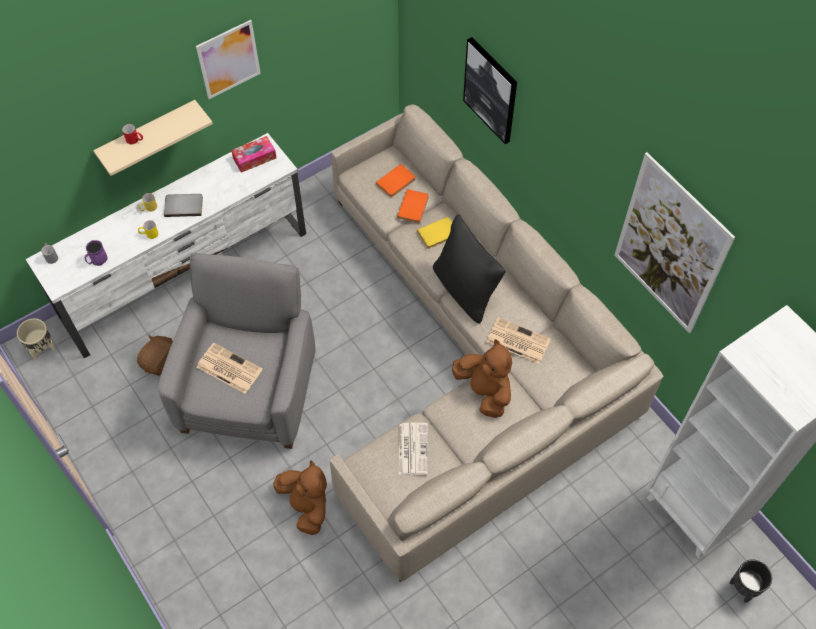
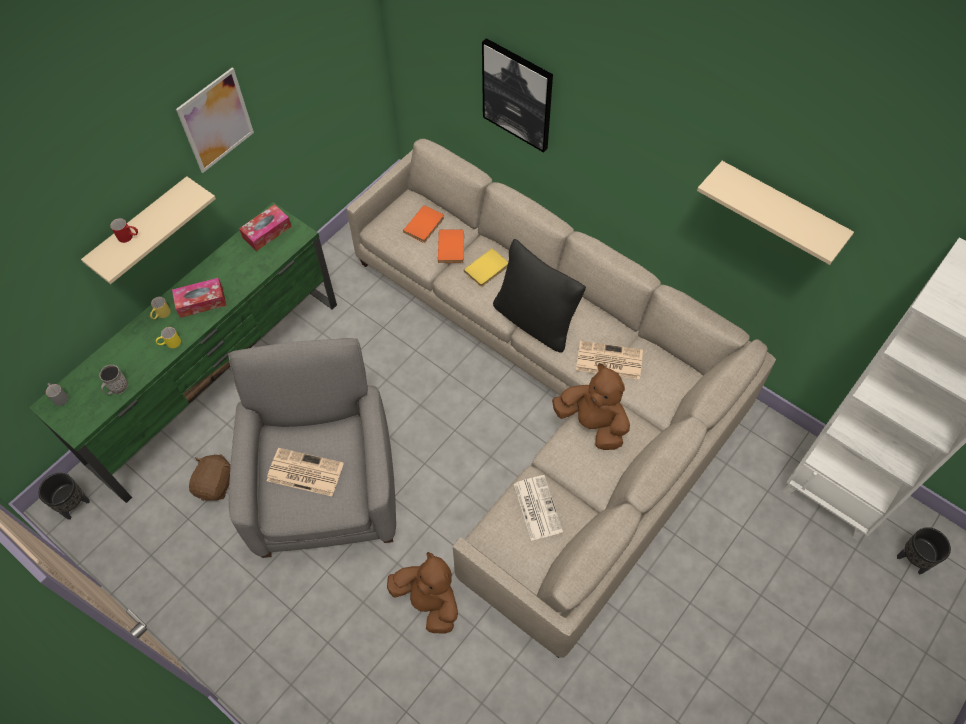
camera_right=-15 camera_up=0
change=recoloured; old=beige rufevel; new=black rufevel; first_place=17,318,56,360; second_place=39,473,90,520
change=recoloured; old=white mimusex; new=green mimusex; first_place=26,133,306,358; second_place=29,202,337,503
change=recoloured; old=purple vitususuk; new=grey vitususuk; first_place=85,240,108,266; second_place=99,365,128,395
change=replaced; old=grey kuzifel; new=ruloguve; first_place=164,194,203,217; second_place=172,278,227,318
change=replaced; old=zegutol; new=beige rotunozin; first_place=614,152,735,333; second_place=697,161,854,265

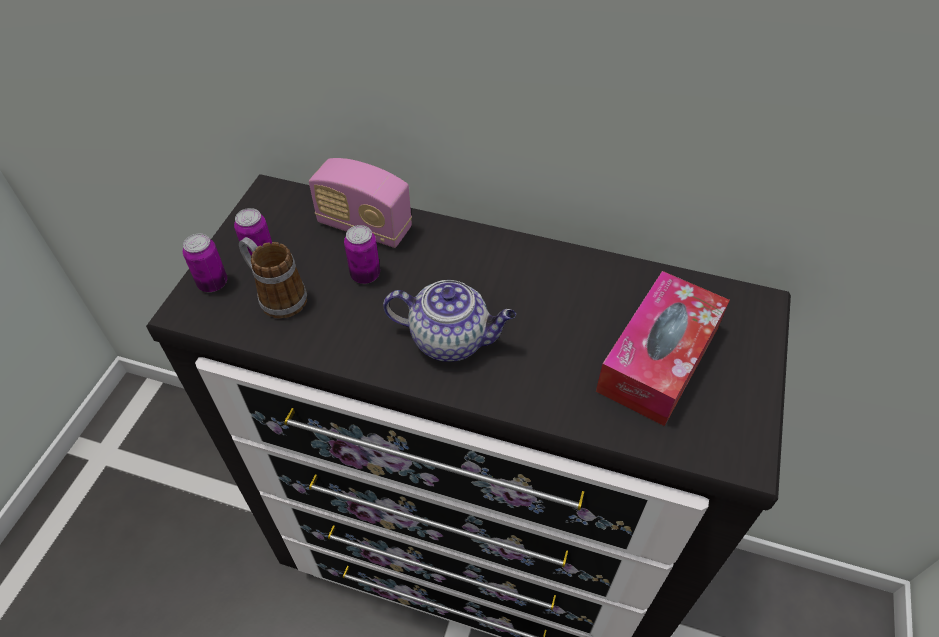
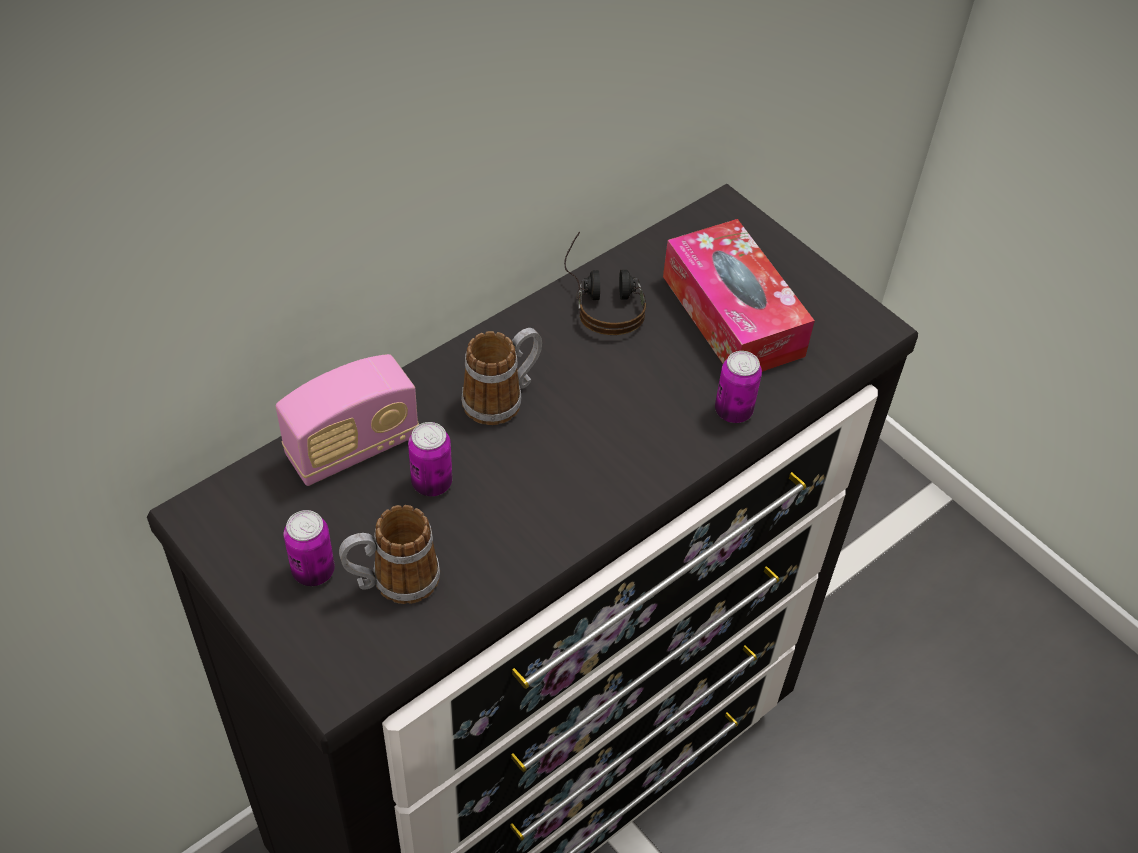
camera_right=-60 camera_up=0
change=moved; old=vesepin; first_place=183,234,227,292; second_place=715,351,762,423
change=removed; old=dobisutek; first_place=383,280,516,362
change=added; new=vitususuk; second_place=461,328,542,425
change=added; new=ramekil; second_place=564,232,646,335

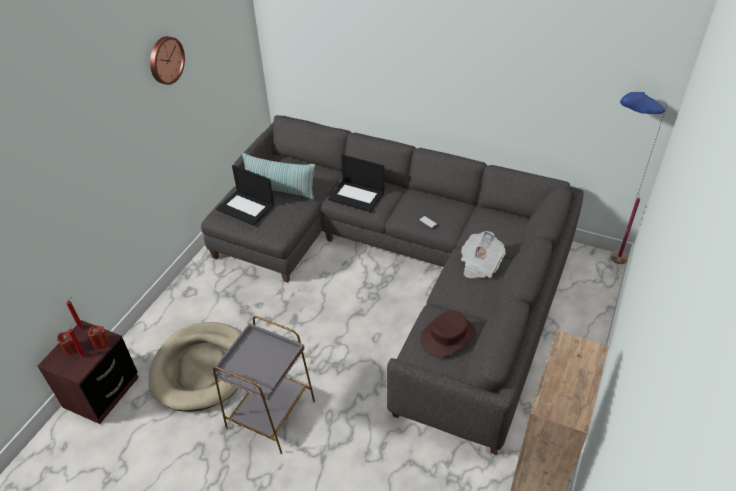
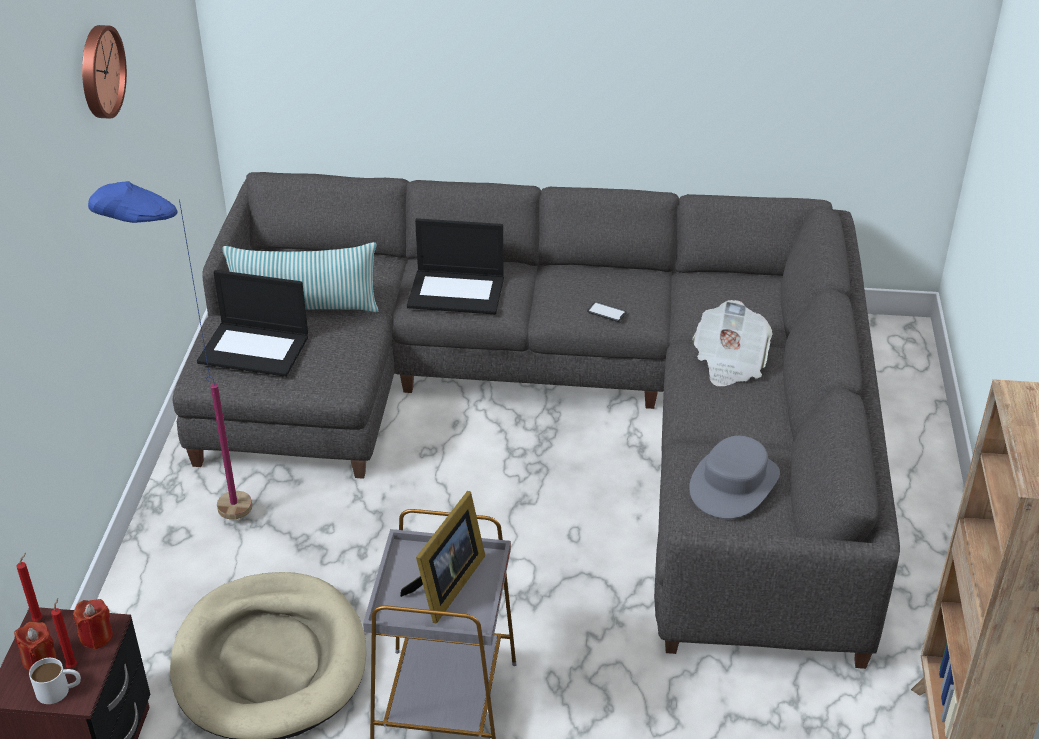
camera_right=-20 camera_up=-5
change=recoloured; old=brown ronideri; new=grey ronideri; first_place=420,311,476,357; second_place=689,436,780,519
change=moved; old=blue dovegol; first_place=611,92,667,264; second_place=88,181,252,520
change=added; new=white vitususuk; second_place=29,658,81,704
change=added; new=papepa; second_place=400,491,485,623

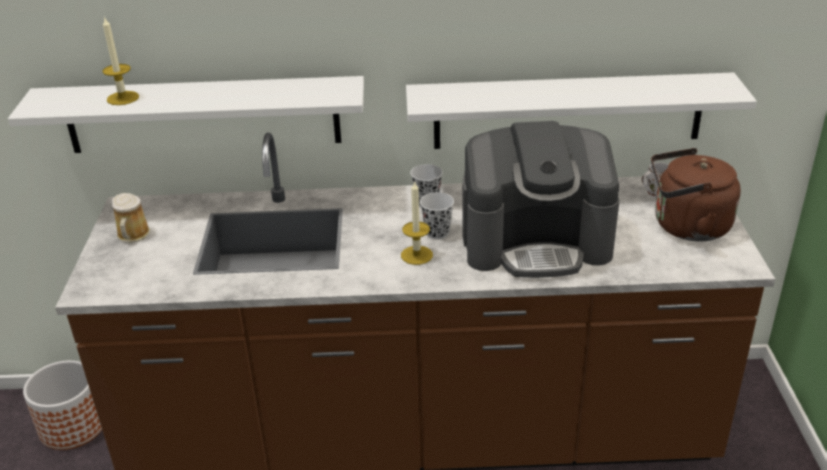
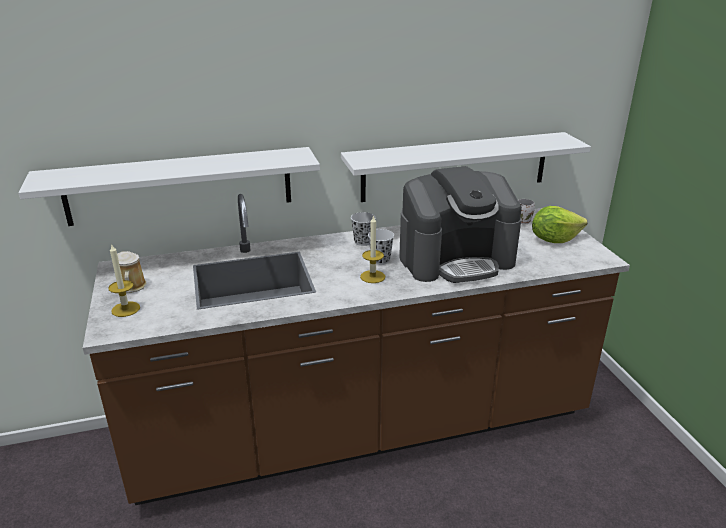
camera_right=-15 camera_up=-5
change=removed; old=rufevel; first_place=23,360,102,450
change=moved; old=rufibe; first_place=102,16,139,105; second_place=108,243,140,317
change=replaced; old=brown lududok; new=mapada; first_place=651,148,741,242; second_place=532,206,587,243

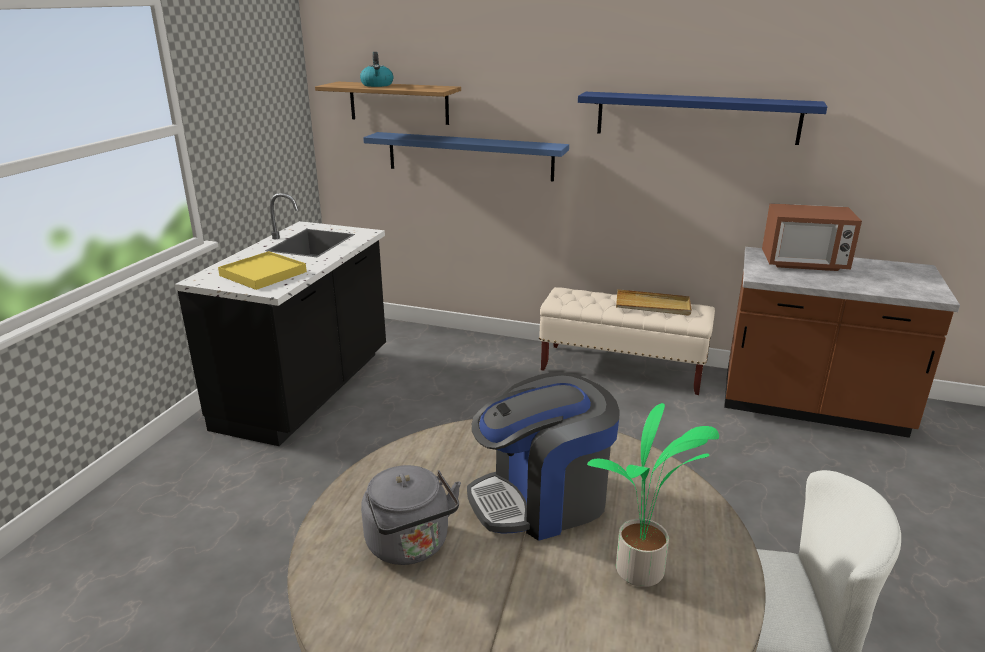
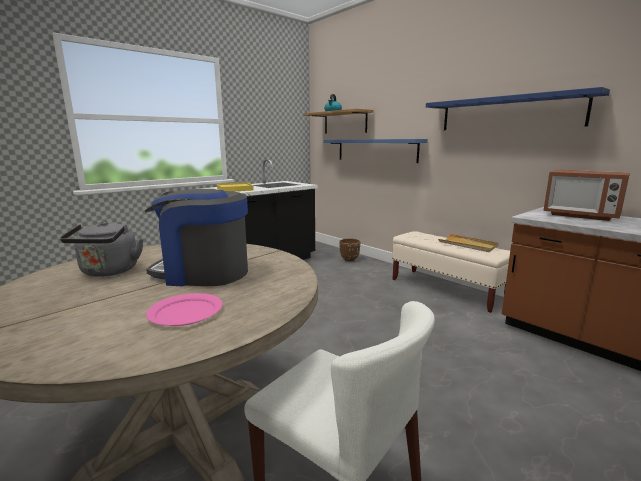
camera_right=30 camera_up=-10
change=replaced; old=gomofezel; new=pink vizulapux; first_place=587,403,719,587; second_place=146,293,223,326
change=added; new=brown rufevel; second_place=339,239,360,261

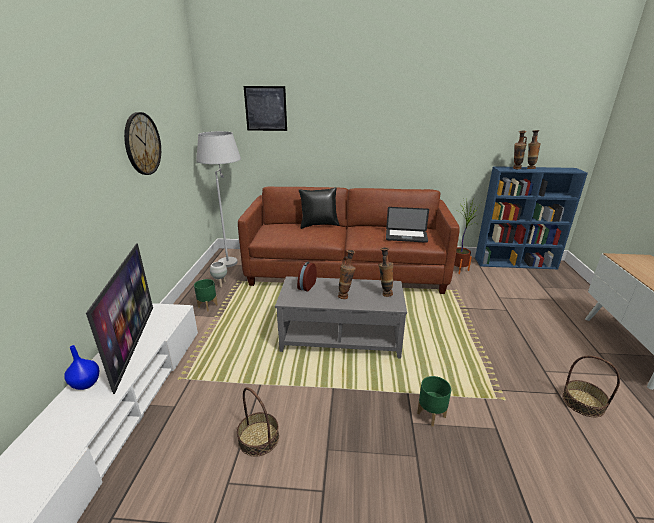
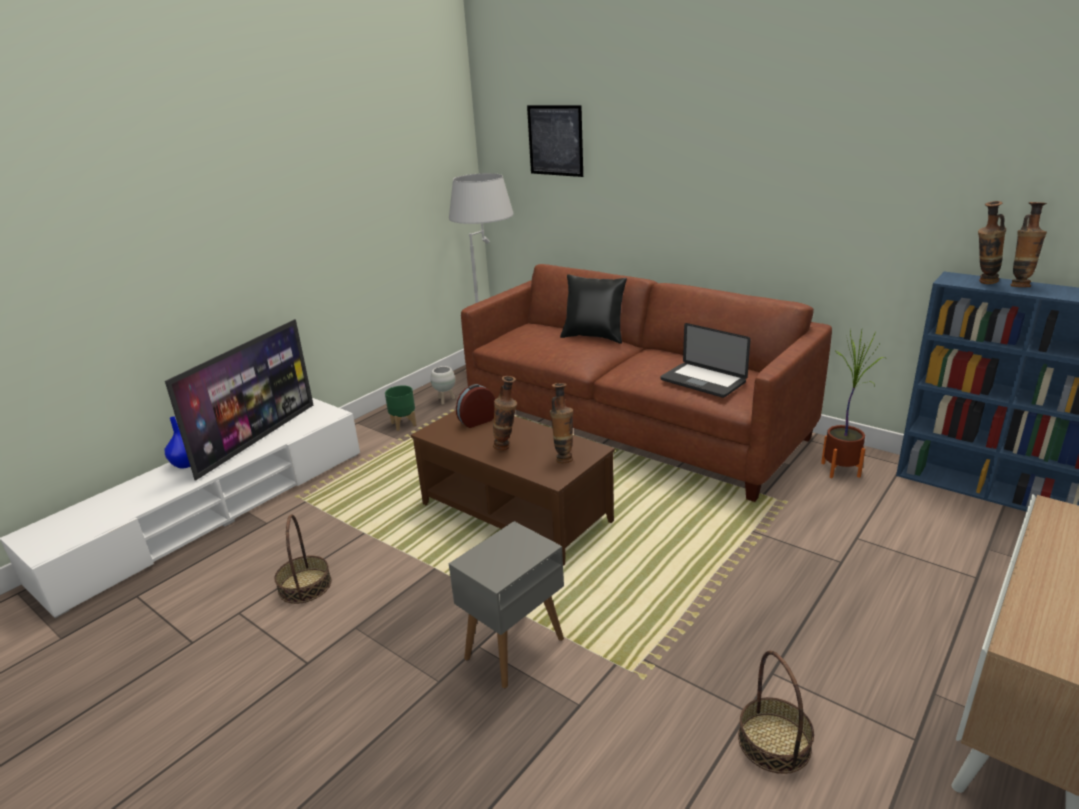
camera_right=35 camera_up=0
change=removed; old=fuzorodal; first_place=124,112,161,175
change=recoloured; old=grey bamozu; new=brown bamozu; first_place=275,276,407,359; second_place=411,410,615,566
change=replaced; old=green rufevel; new=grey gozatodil; first_place=417,376,451,427; second_place=449,521,564,688

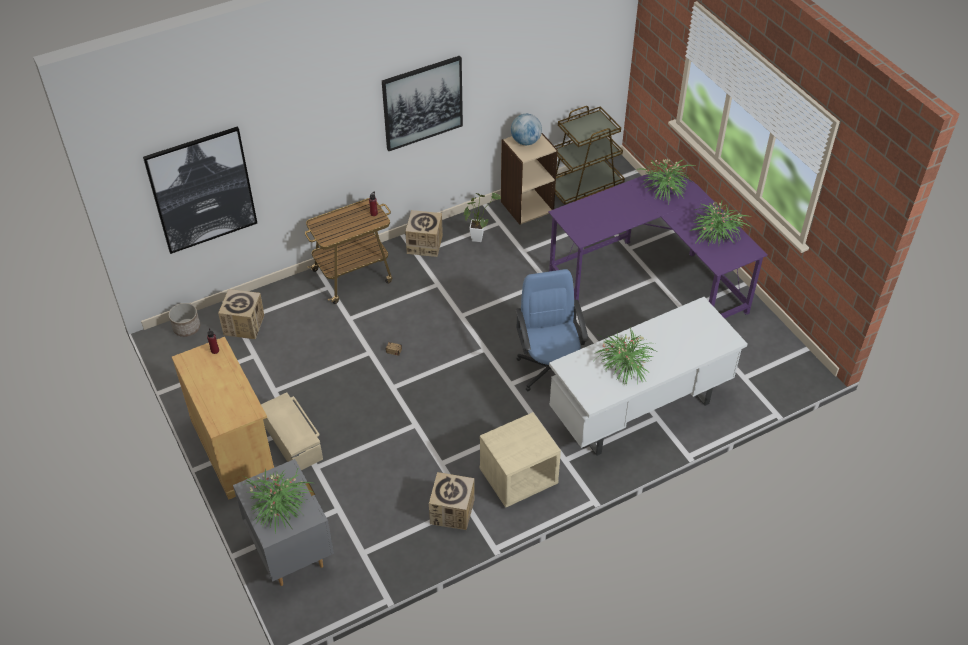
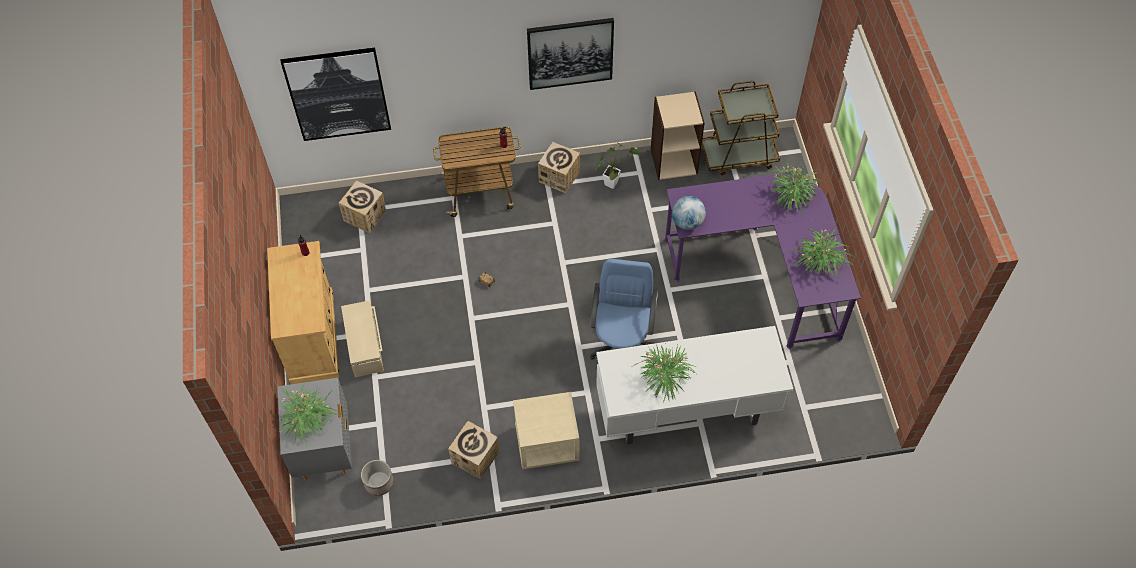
camera_right=20 camera_up=10
change=moved; old=rufevel; first_place=169,303,200,337; second_place=361,460,394,496
change=moved; old=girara; first_place=511,114,542,145; second_place=672,196,706,230

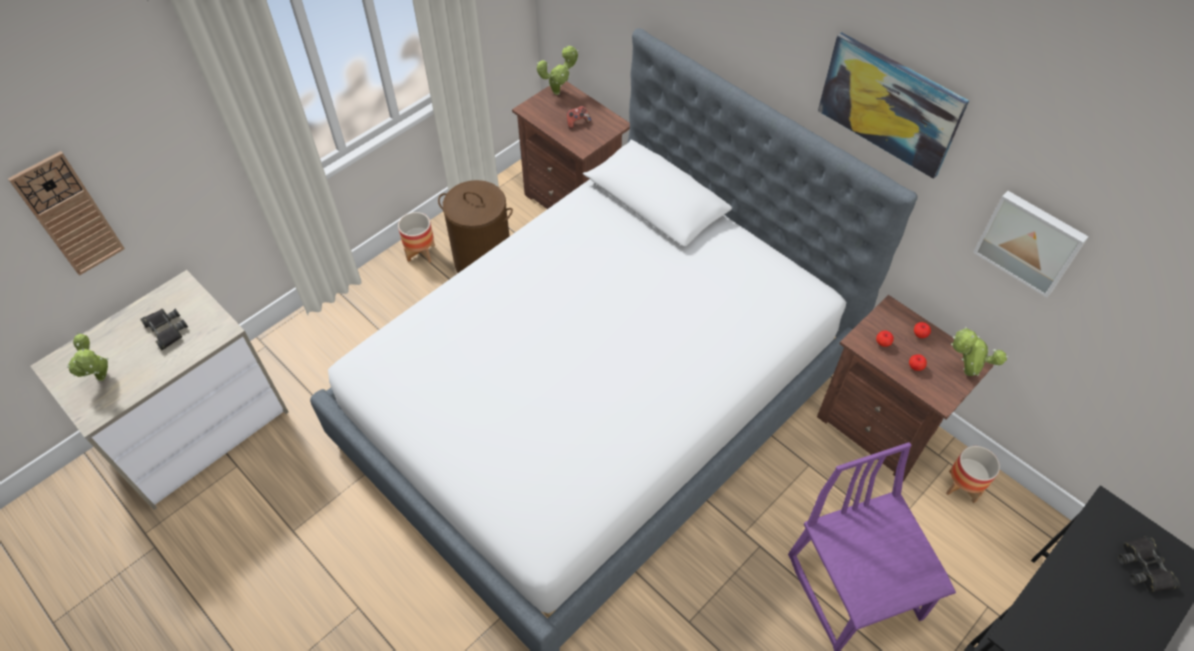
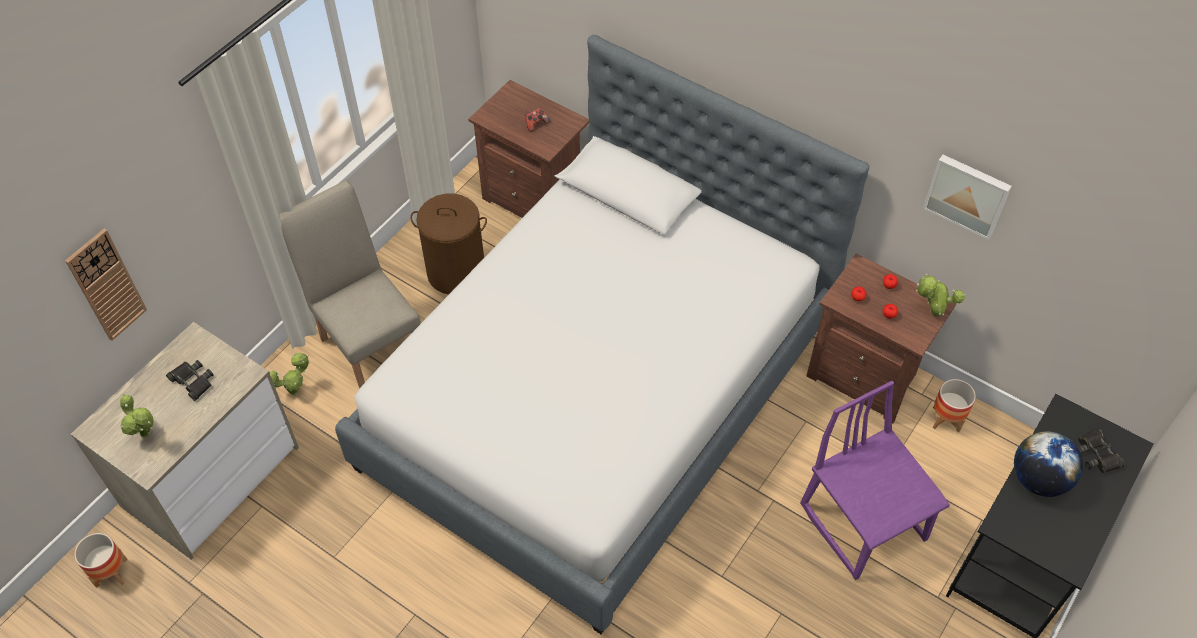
camera_right=-10 camera_up=0
change=moved; old=rufevel; first_place=398,212,435,263; second_place=74,533,128,588
change=moved; old=gomofezel; first_place=537,45,579,95; second_place=270,353,310,395
change=removed; old=zegutol; first_place=818,32,969,179
change=added; new=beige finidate; second_place=279,181,421,389
change=added; new=girara; second_place=1014,431,1083,497

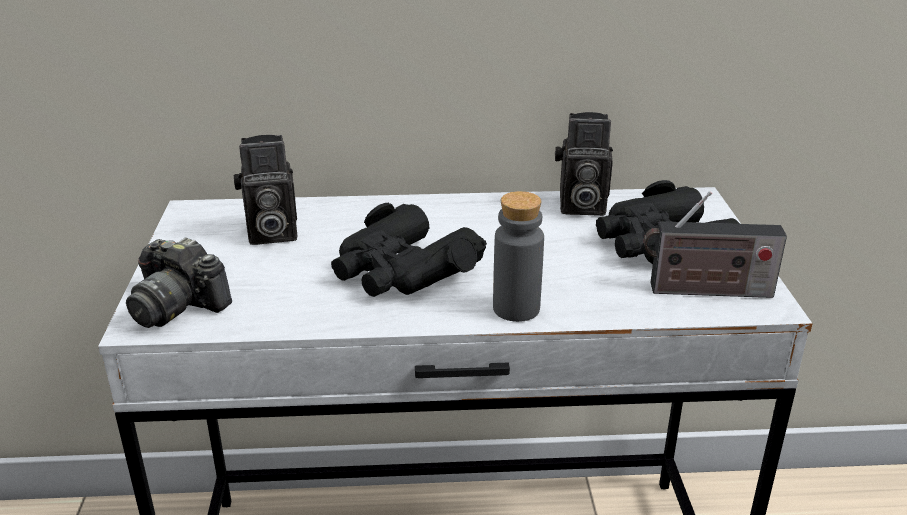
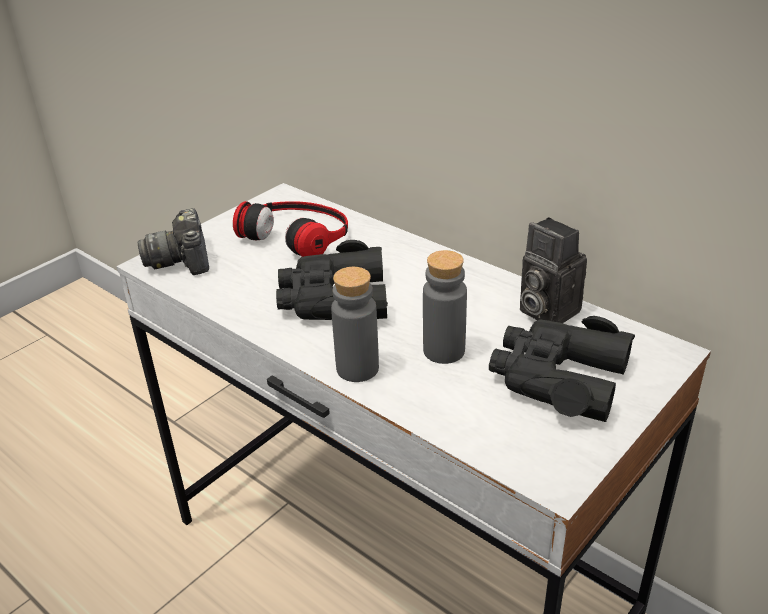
camera_right=45 camera_up=5
change=replaced; old=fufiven; new=ramekil; first_place=234,135,297,245; second_place=233,201,348,257
change=removed; old=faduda; first_place=644,191,787,298
change=added; new=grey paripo; second_place=423,250,467,364

